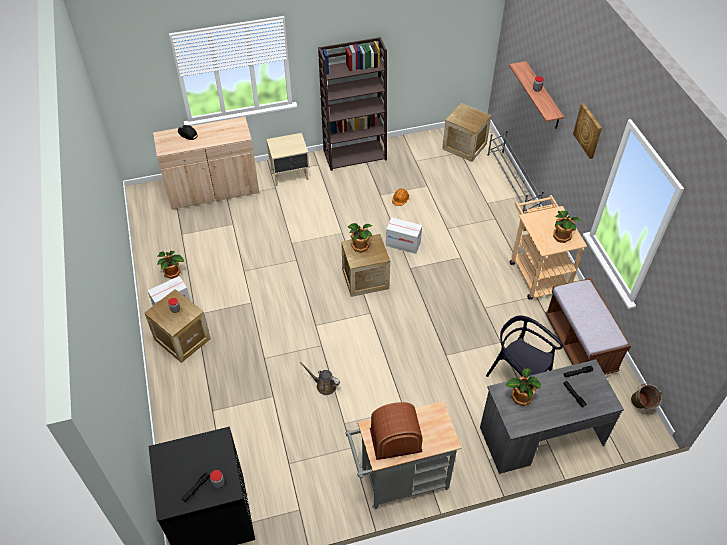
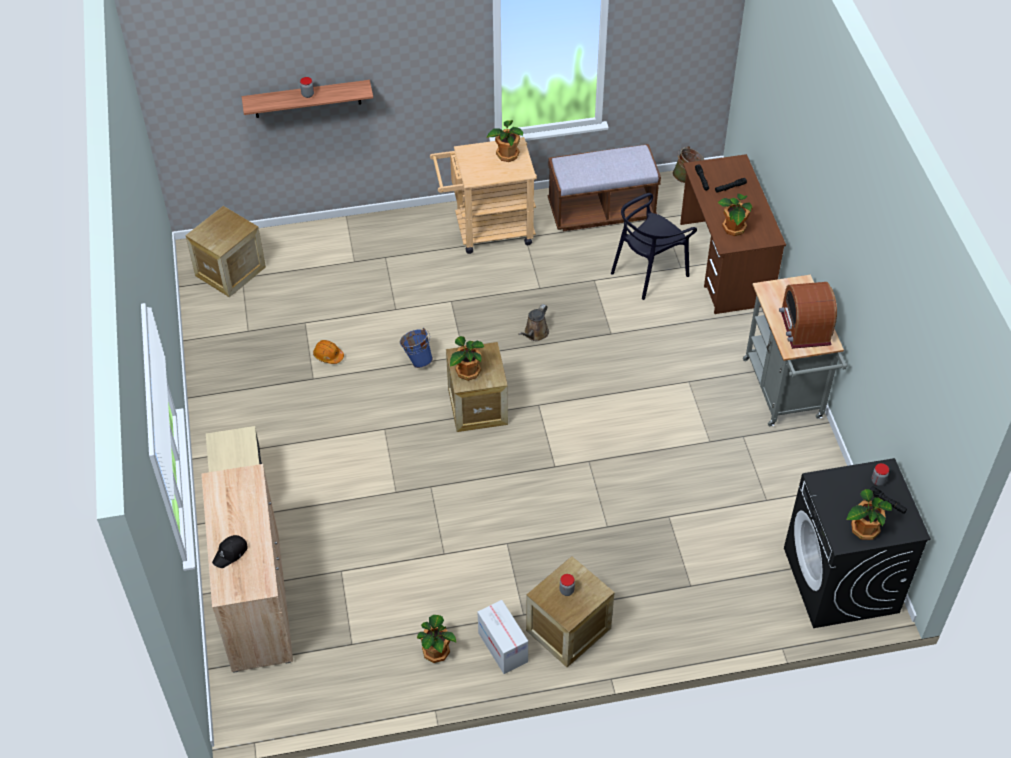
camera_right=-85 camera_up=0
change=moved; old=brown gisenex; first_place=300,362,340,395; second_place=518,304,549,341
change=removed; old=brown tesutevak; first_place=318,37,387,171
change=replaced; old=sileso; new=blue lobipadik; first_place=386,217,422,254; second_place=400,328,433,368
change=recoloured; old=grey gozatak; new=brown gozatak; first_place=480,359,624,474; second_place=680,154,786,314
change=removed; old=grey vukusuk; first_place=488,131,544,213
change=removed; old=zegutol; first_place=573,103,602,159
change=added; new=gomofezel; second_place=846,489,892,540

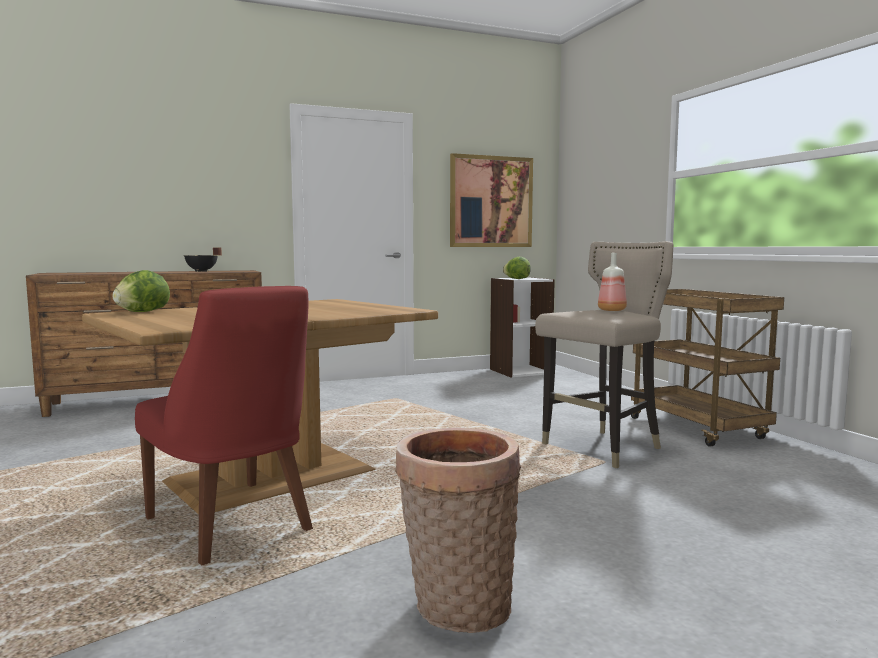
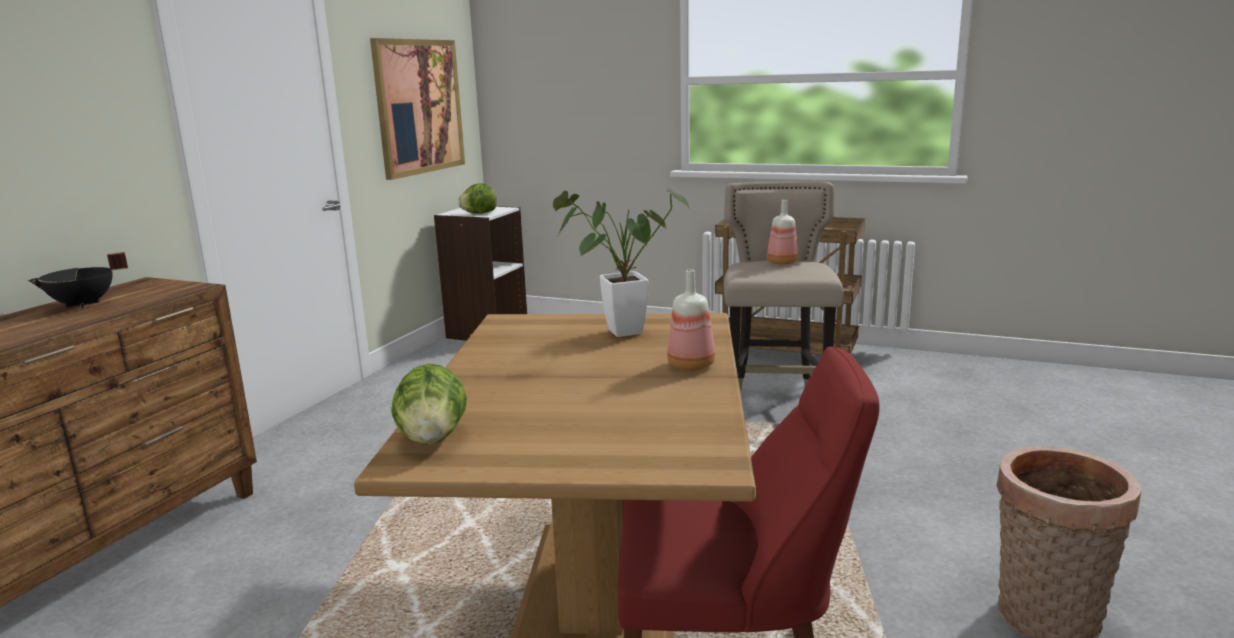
camera_right=-45 camera_up=10
change=added; new=gomofezel; second_place=553,189,690,337
change=added; new=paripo; second_place=667,269,715,371

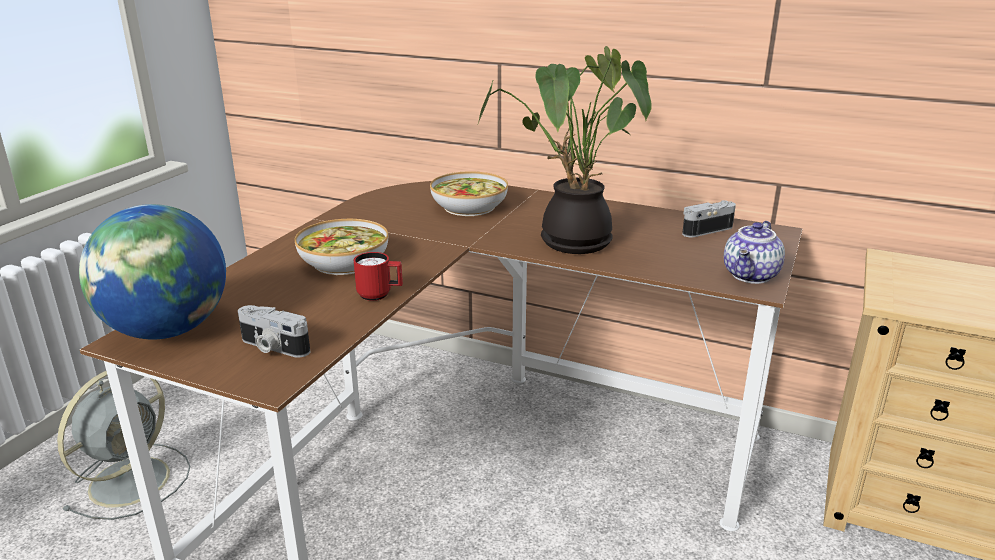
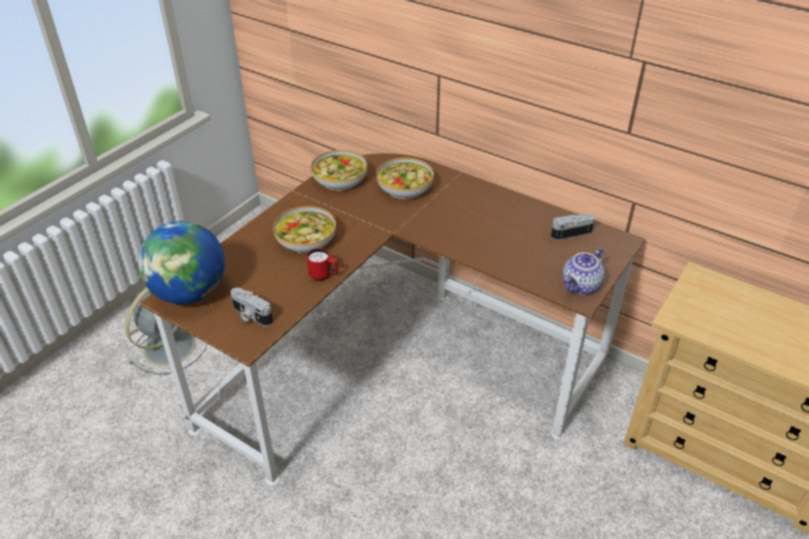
camera_right=10 camera_up=15
change=removed; old=gomofezel; first_place=477,46,652,254
change=added; new=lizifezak; second_place=311,150,367,191

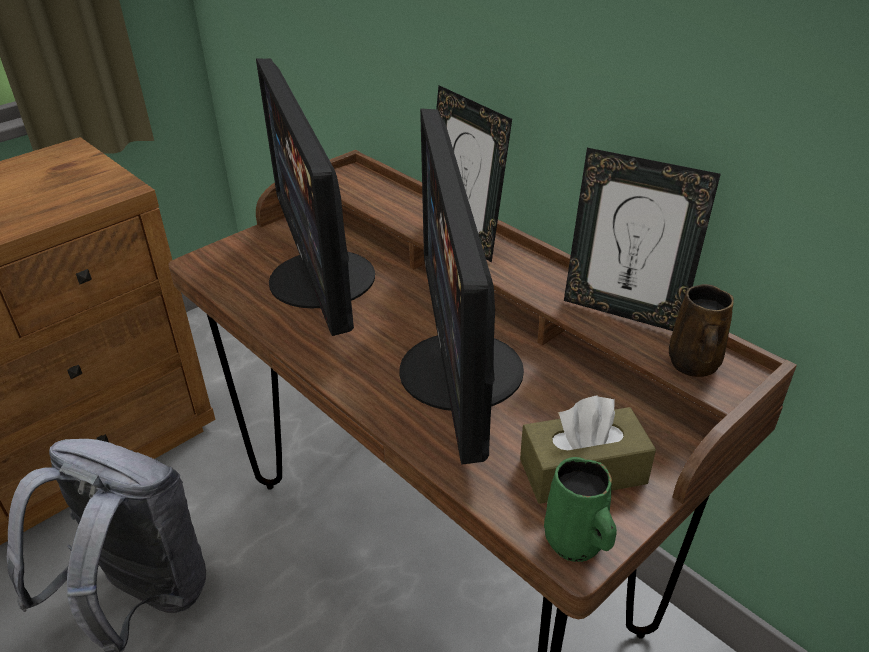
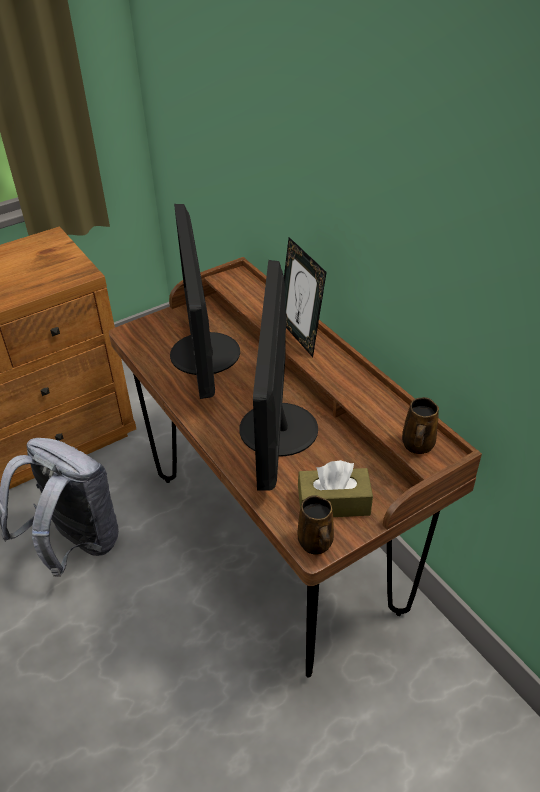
camera_right=10 camera_up=5
change=recoloured; old=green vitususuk; new=brown vitususuk; first_place=544,457,617,562; second_place=297,495,334,555
change=removed; old=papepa; first_place=564,148,721,331

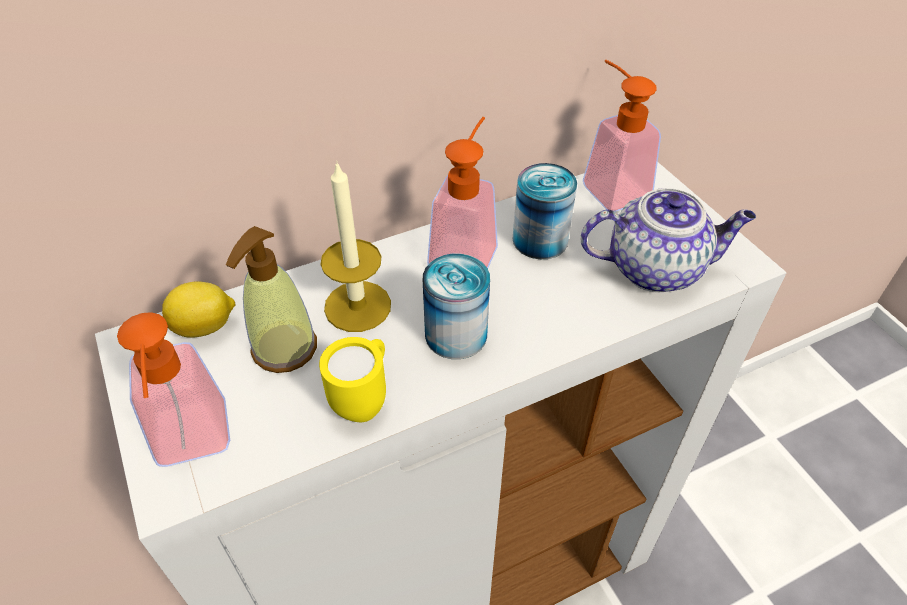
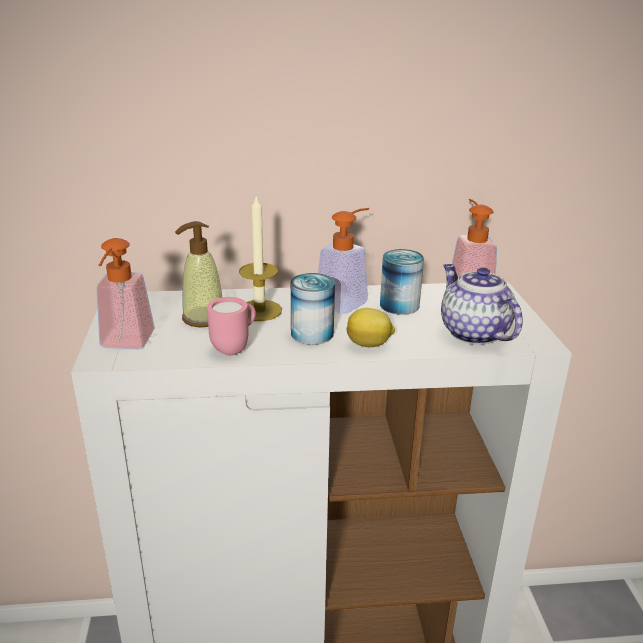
camera_right=20 camera_up=-20
change=moved; old=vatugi; first_place=162,281,235,338; second_place=346,308,395,347
change=recoloured; old=yellow vitususuk; new=pink vitususuk; first_place=319,337,386,422; second_place=207,297,256,355
change=turned; old=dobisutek; first_place=581,188,756,292; second_place=441,264,523,345; degrees=-135

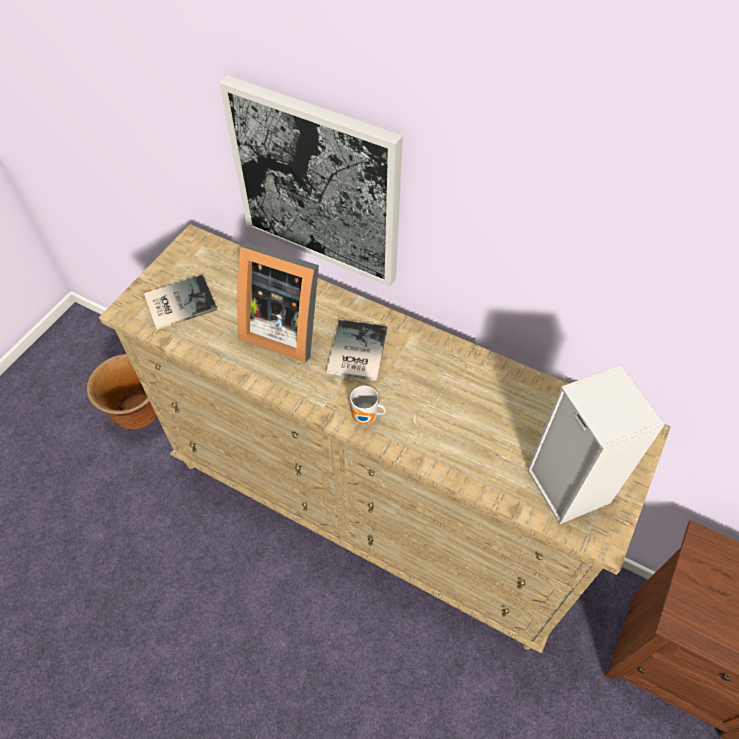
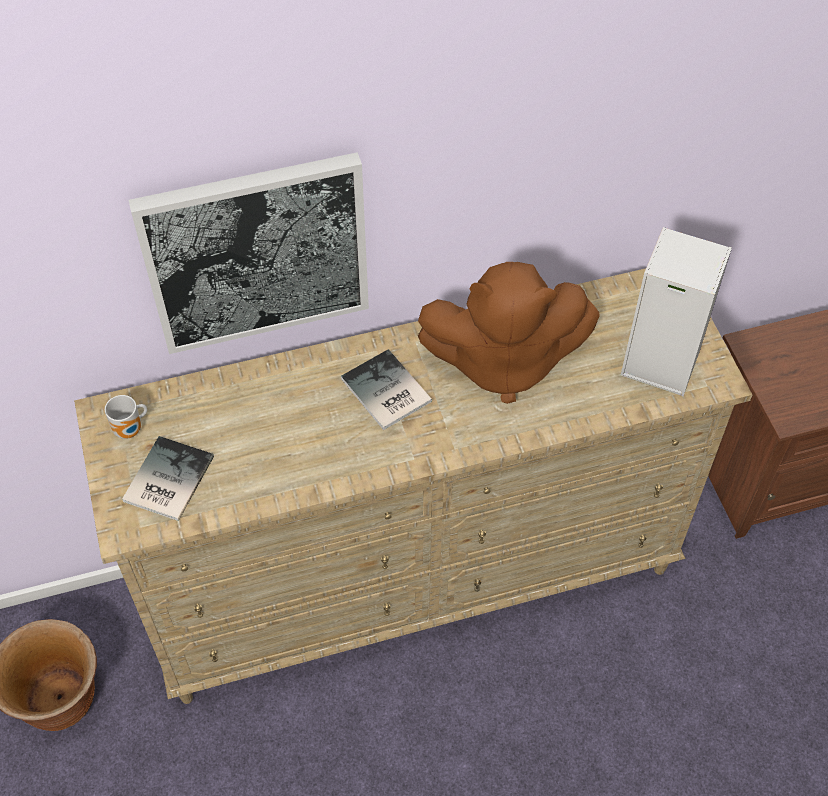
camera_right=-45 camera_up=0
change=removed; old=papepa; first_place=237,242,319,363
change=moved; old=vitususuk; first_place=350,386,386,424; second_place=105,395,147,439
change=added; new=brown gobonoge; second_place=418,262,600,404

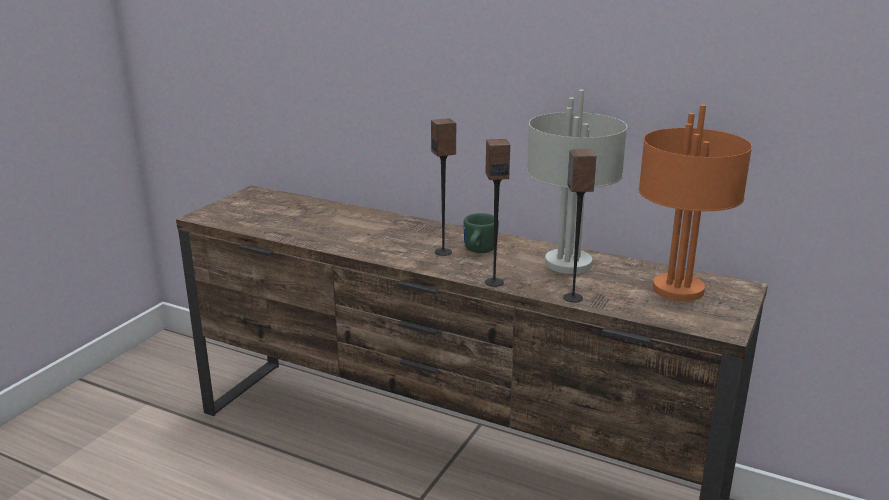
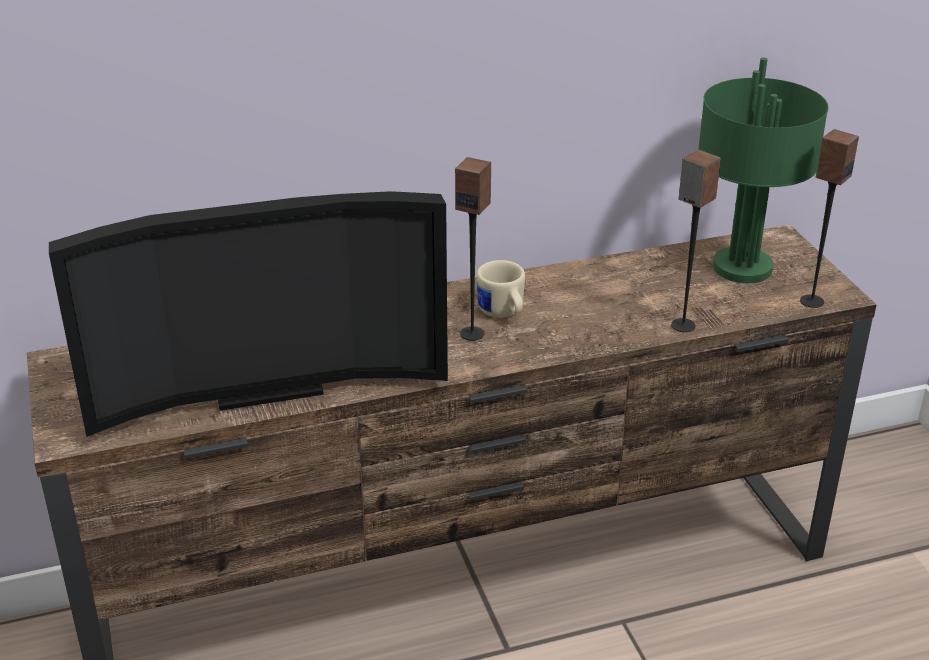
camera_right=-45 camera_up=10
change=recoloured; old=green vitususuk; new=beige vitususuk; first_place=463,213,499,253; second_place=477,260,525,318
change=moved; old=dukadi; first_place=485,139,510,287; second_place=800,129,859,308
change=removed; old=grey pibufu; first_place=527,89,627,274
change=recoloured; old=orange pibufu; new=green pibufu; first_place=639,105,752,301; second_place=698,58,829,283
change=added; new=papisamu; second_place=49,191,448,437

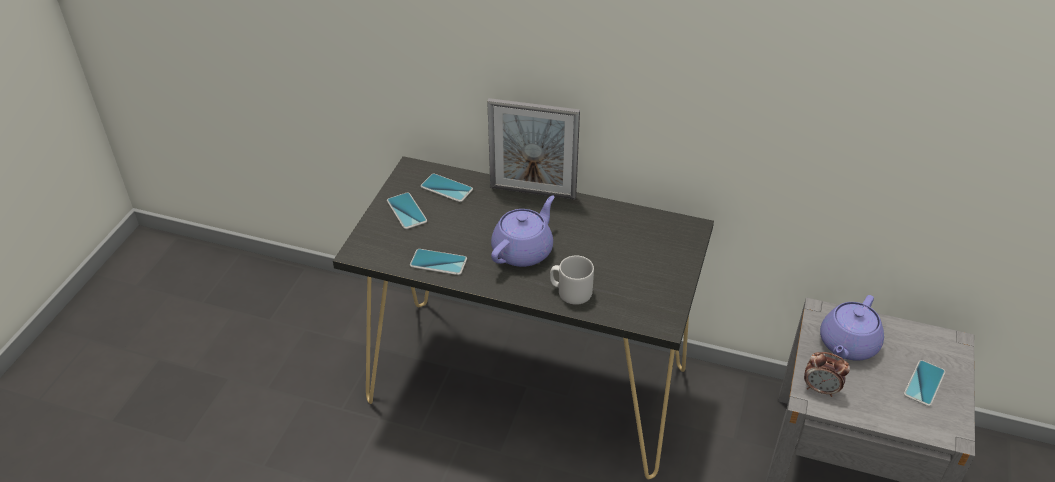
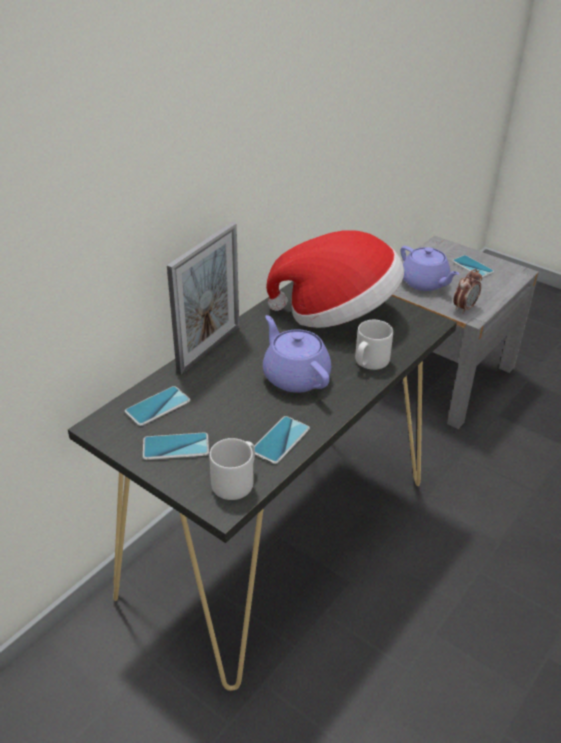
camera_right=-70 camera_up=-5
change=added; new=grey vitususuk; second_place=209,438,255,500
change=added; new=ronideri; second_place=266,230,404,328

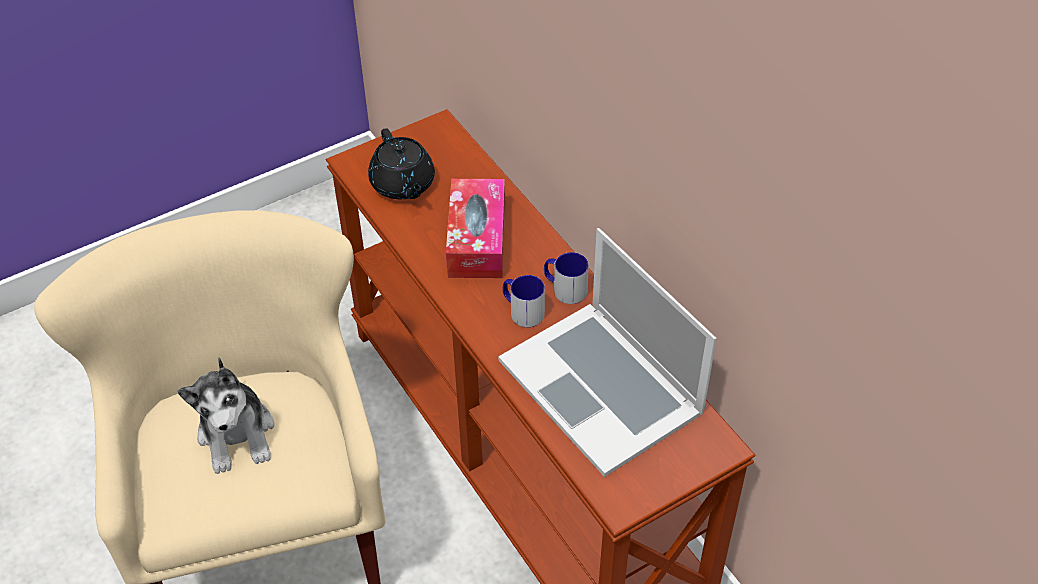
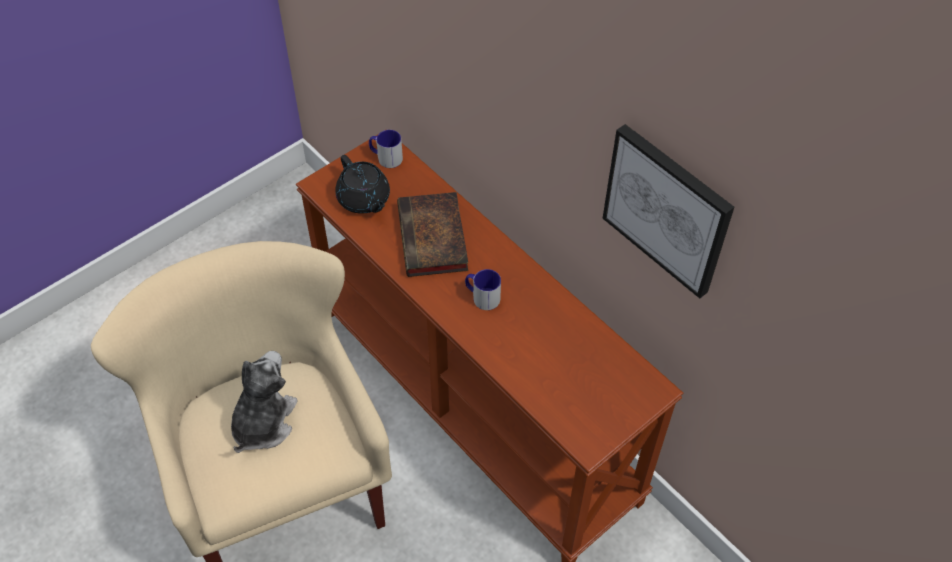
camera_right=-10 camera_up=5
change=turned; old=gobonoge; first_place=177,357,274,474; second_place=231,351,298,453; degrees=-135
change=replaced; old=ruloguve; new=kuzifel; first_place=446,179,505,278; second_place=397,192,468,277
change=removed; old=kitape; first_place=498,228,717,477
change=moved; old=vitususuk; first_place=544,252,589,304; second_place=369,130,403,168
change=added; new=zegutol; second_place=603,124,734,299

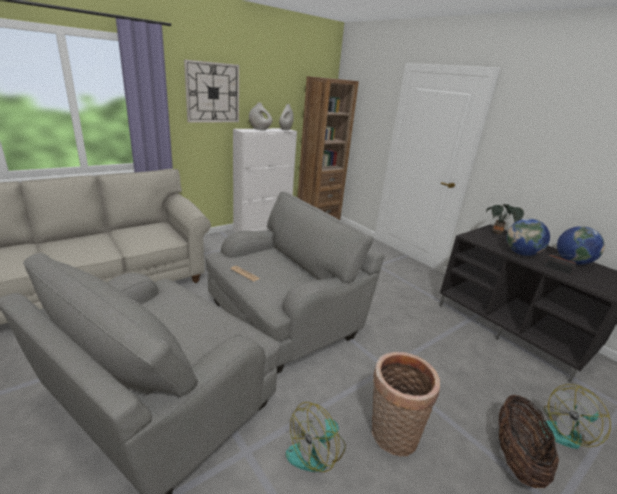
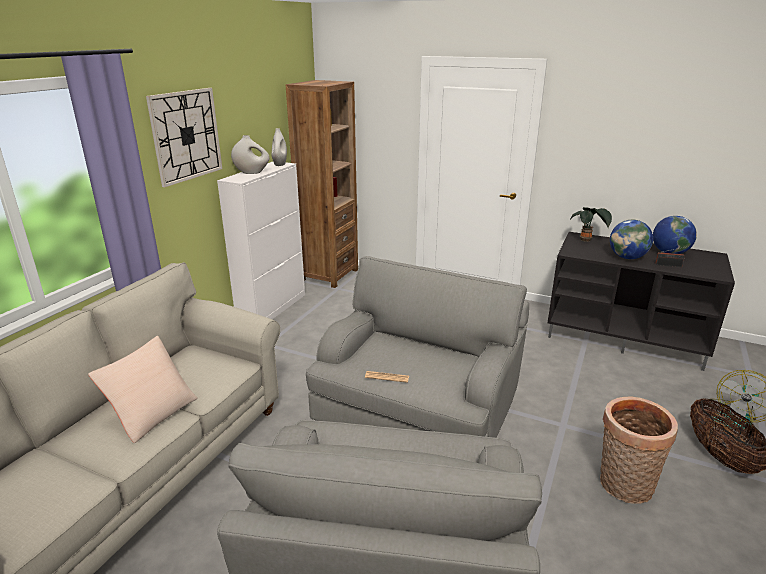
camera_right=-25 camera_up=0
change=removed; old=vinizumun; first_place=286,402,346,472
change=added; new=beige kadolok; second_place=88,336,198,443

